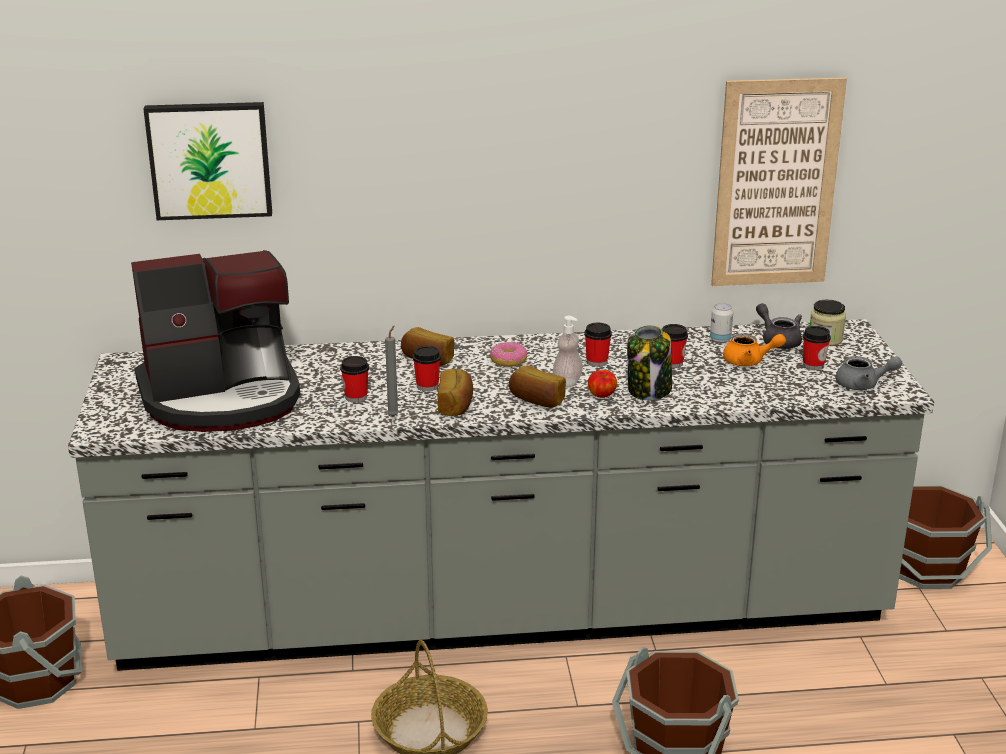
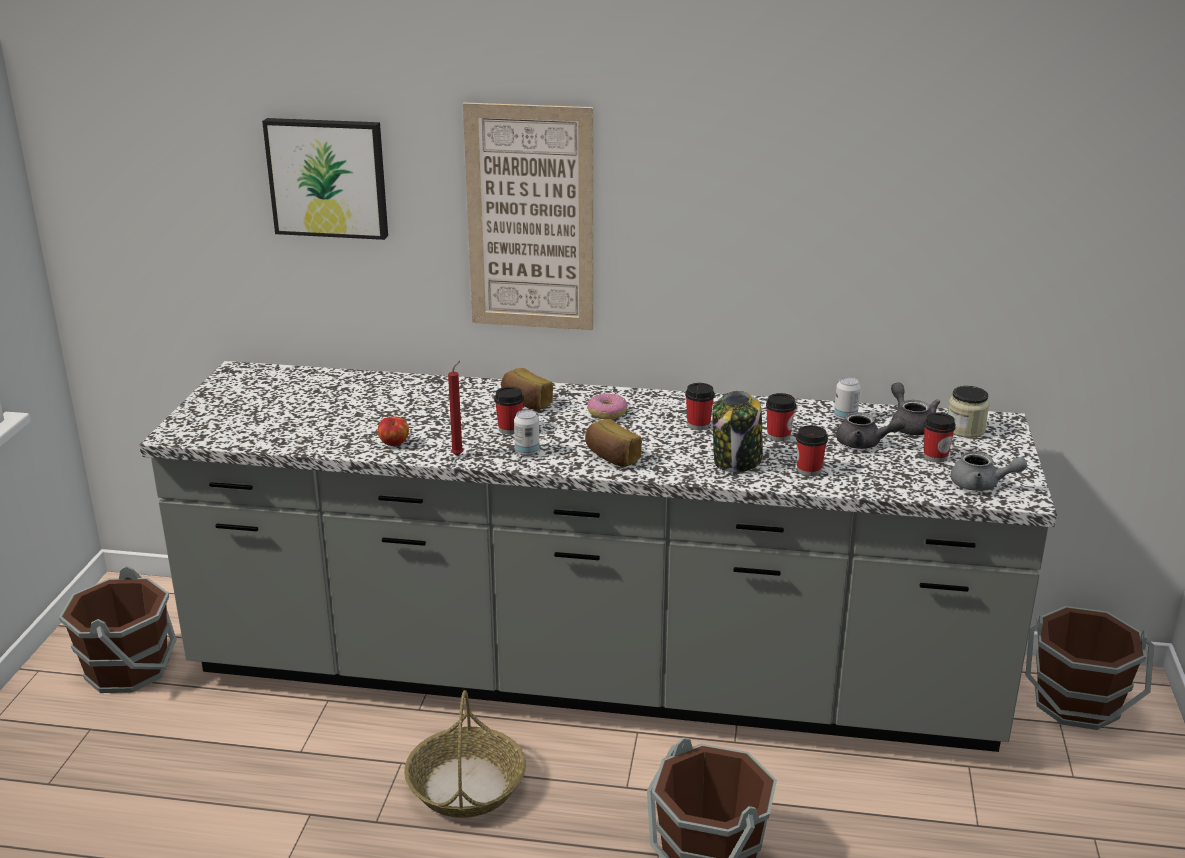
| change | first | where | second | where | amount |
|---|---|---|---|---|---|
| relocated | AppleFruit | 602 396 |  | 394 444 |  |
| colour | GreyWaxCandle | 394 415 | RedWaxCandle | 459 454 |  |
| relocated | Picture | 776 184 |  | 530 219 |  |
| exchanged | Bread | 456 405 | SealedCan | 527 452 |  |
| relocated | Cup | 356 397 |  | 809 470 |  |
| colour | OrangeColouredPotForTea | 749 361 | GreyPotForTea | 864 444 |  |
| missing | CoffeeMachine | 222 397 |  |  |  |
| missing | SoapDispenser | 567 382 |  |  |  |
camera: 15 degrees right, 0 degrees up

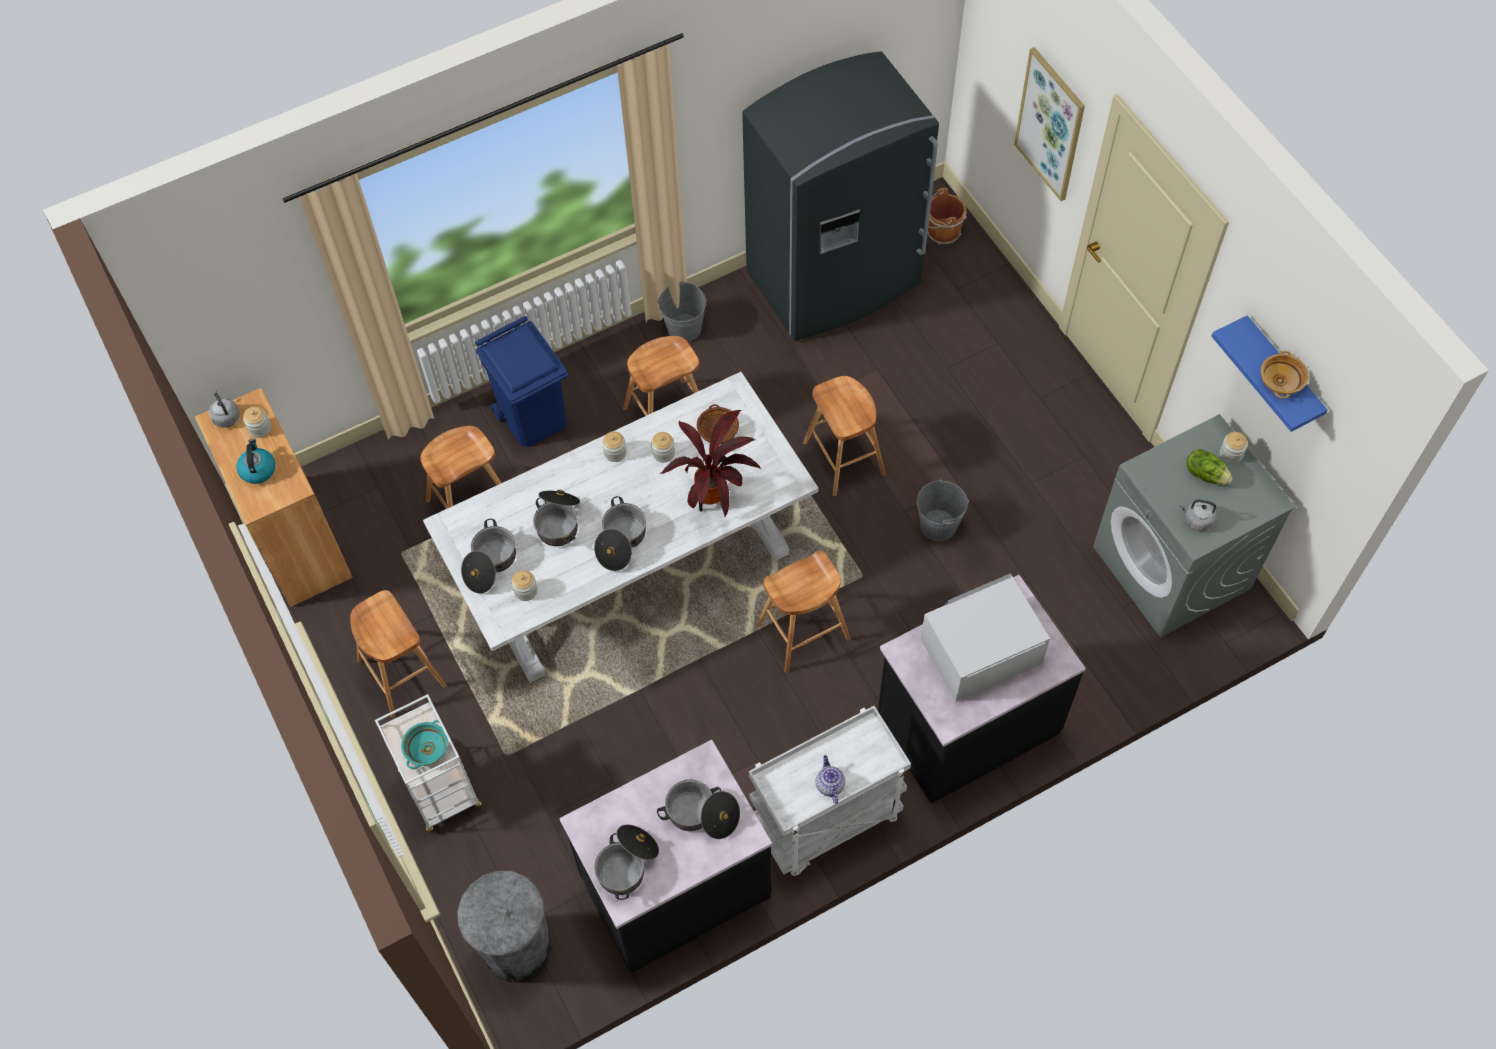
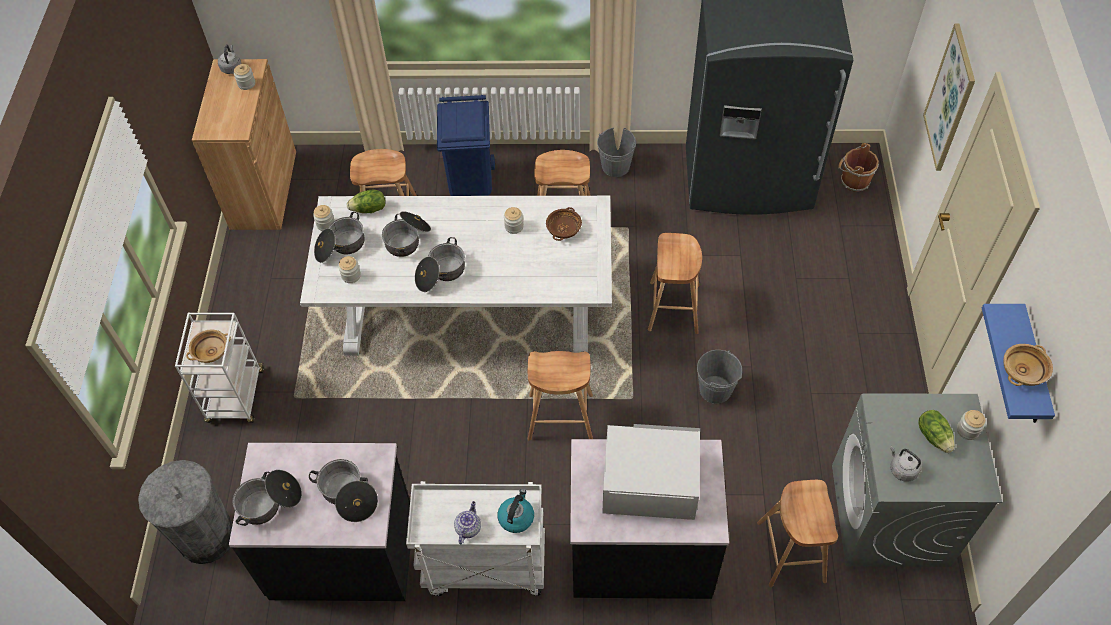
| change | first | where | second | where | amount |
|---|---|---|---|---|---|
| colour | TurquoiseColouredDeepDish | 427 748 | SandColouredDeepDish | 211 351 |  |
| relocated | PreserveJar | 615 453 |  | 325 224 |  |
| appeared |  |  | LettuceHead | 369 209 |  |
| relocated | WaterKettle | 258 469 |  | 516 517 |  |
| relocated | BrownishSittingStool | 402 673 |  | 791 552 |  |
| missing | PottedPlant | 714 500 |  |  |  |
camera: 30 degrees right, 5 degrees down

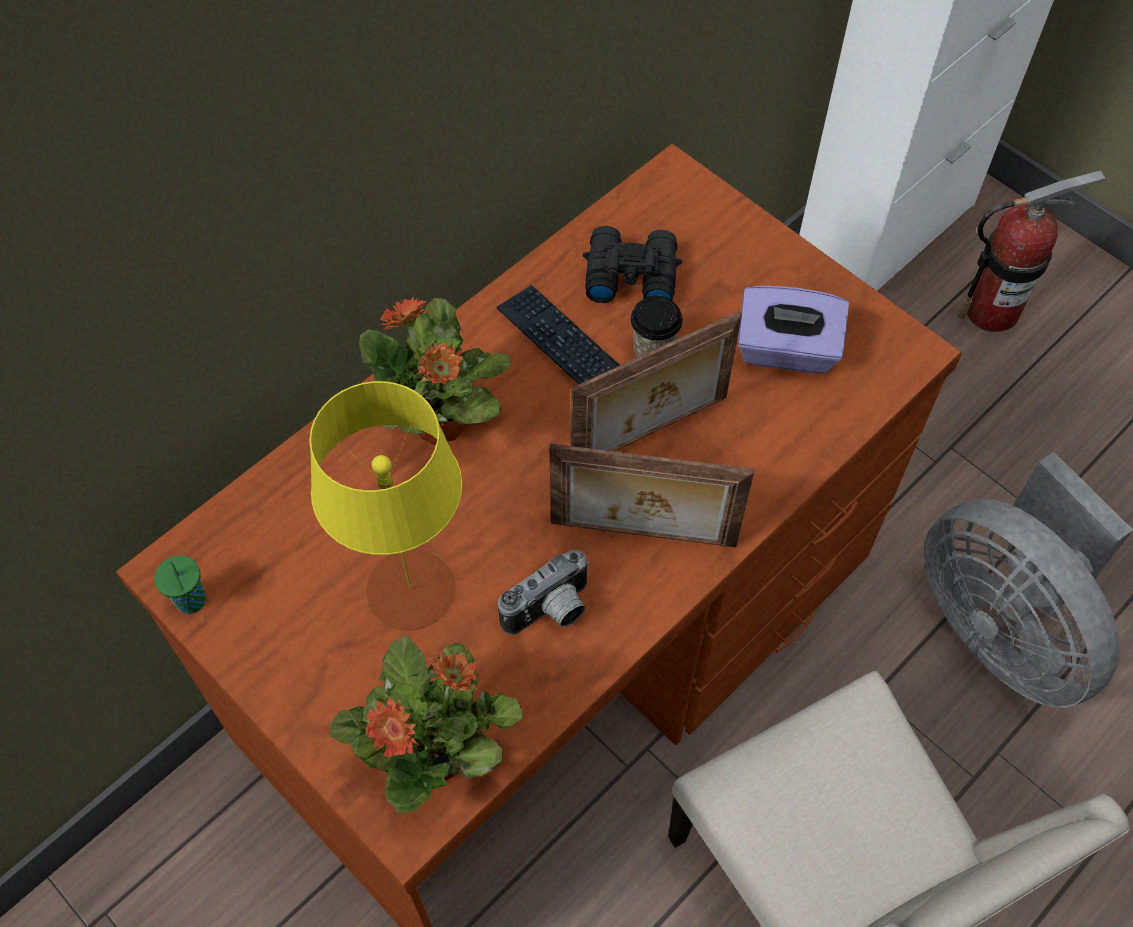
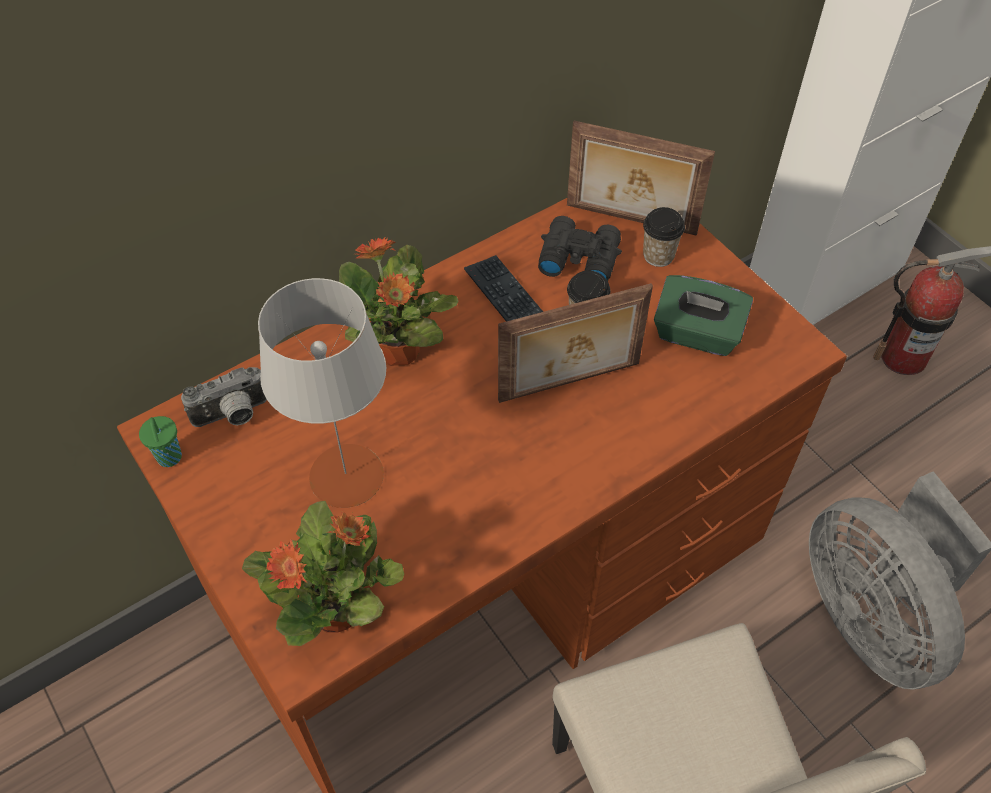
| change | first | where | second | where | amount |
|---|---|---|---|---|---|
| relocated | StillCamera | 551 612 |  | 233 416 |  |
| colour | YellowishTabletopLamp | 410 590 | GreyTabletopLamp | 346 476 |  |
| relocated | PictureFrame | 642 536 |  | 630 221 |  |
| appeared |  |  | Cup | 658 255 |  |
| colour | PurpleColouredTissueBox | 786 351 | GreenTissueBox | 697 334 |  |
camera: 10 degrees right, 5 degrees down

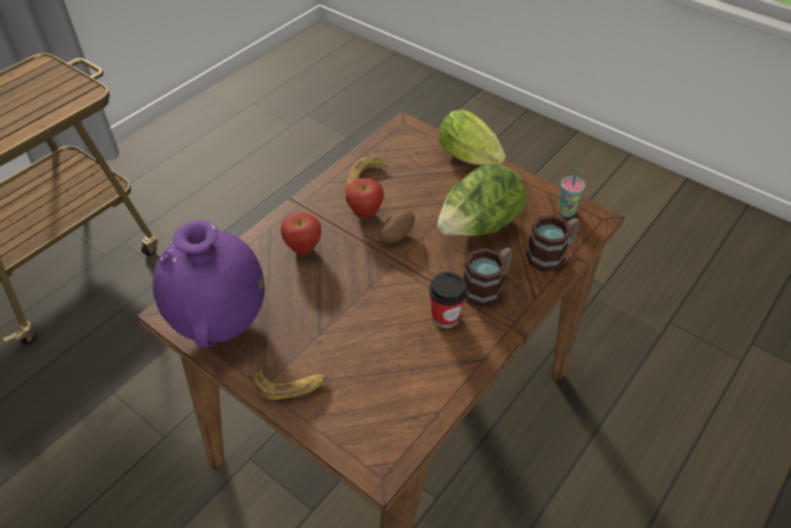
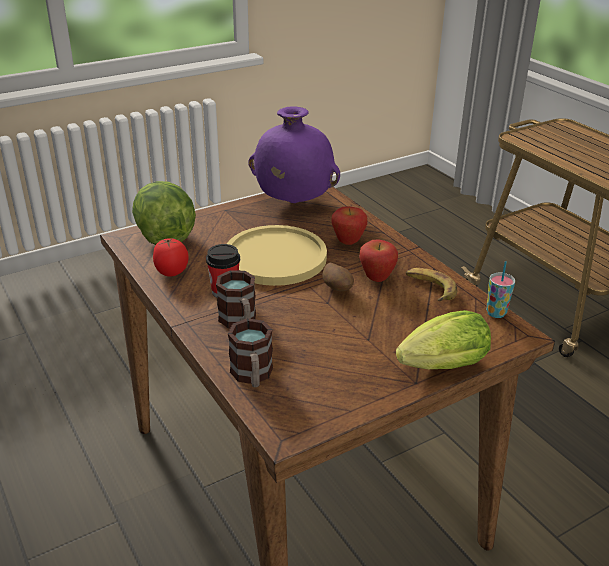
| change | first | where | second | where | amount |
|---|---|---|---|---|---|
| relocated | LettuceHead | 478 228 |  | 164 236 |  |
| appeared |  |  | FreshTomato | 171 273 |  |
| appeared |  |  | YellowishDinnerPlate | 275 257 |  |
| relocated | Cup | 566 211 |  | 496 313 |  |
| missing | Banana | 291 385 |  |  |  |
camera: 110 degrees right, 15 degrees down

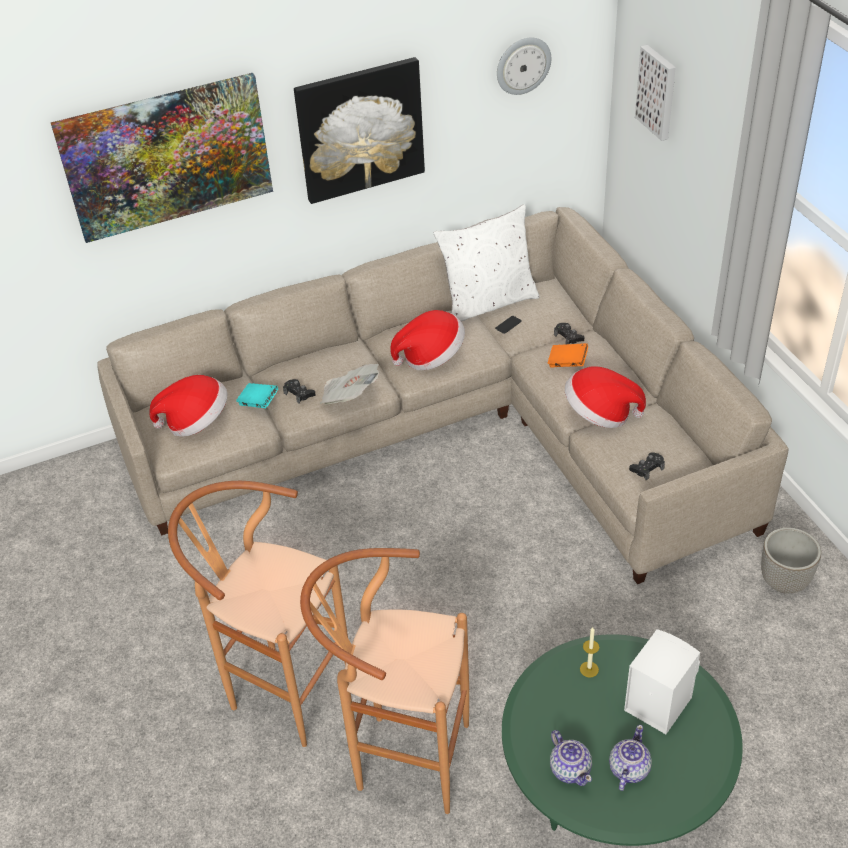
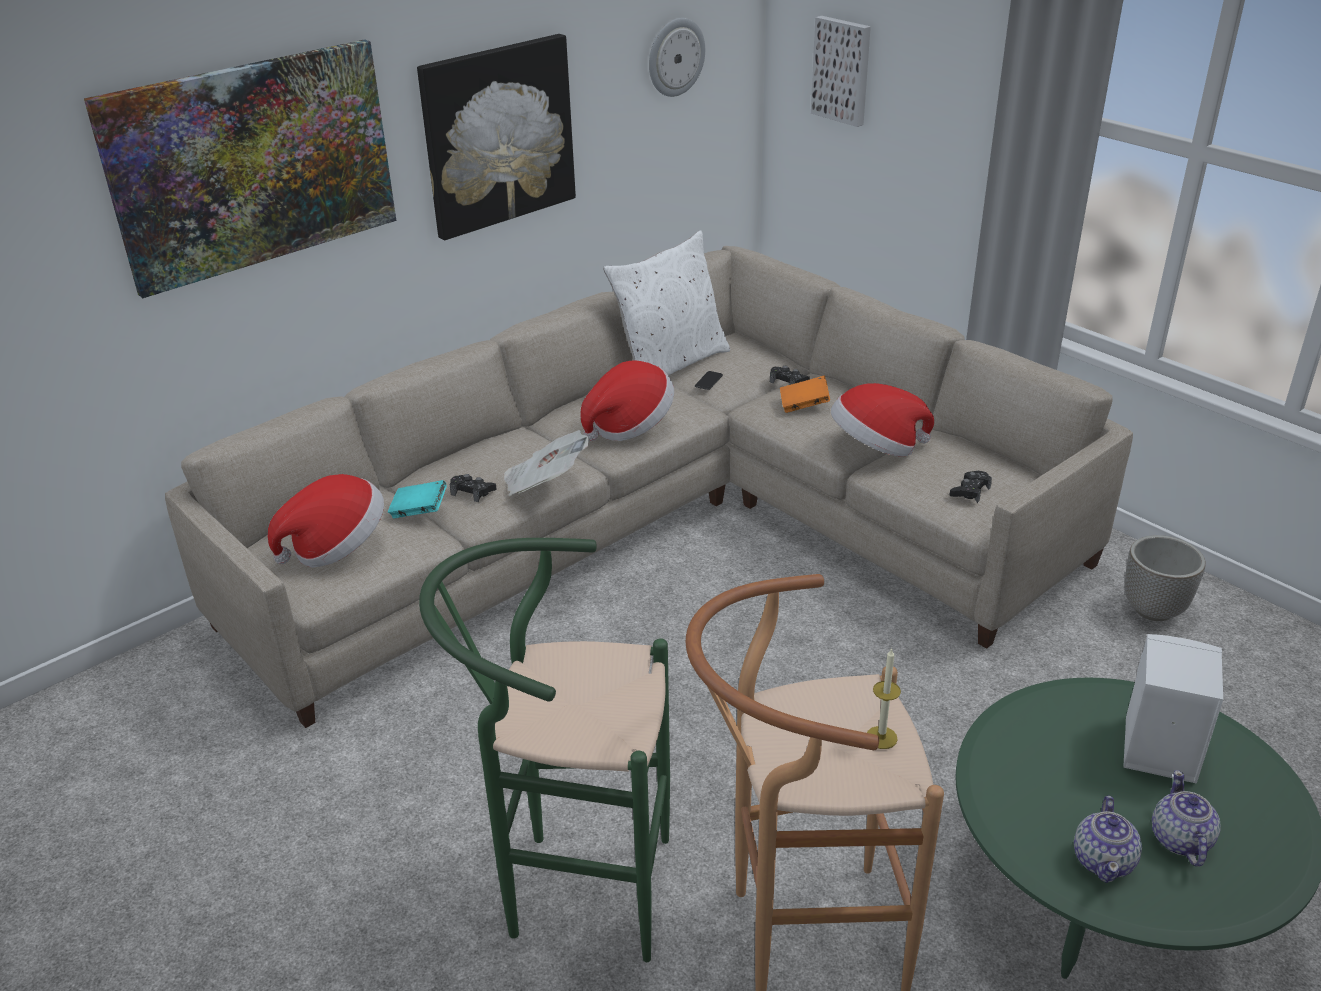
| change | first | where | second | where | amount |
|---|---|---|---|---|---|
| colour | BrownishSittingStool | 279 688 | GreenSittingStool | 573 889 |  |
| relocated | WaxCandle | 589 669 |  | 881 737 |  |
| spun | PotForTea | 570 769 |  | 1104 860 | 60 degrees clockwise |
camera: 20 degrees left, 10 degrees down

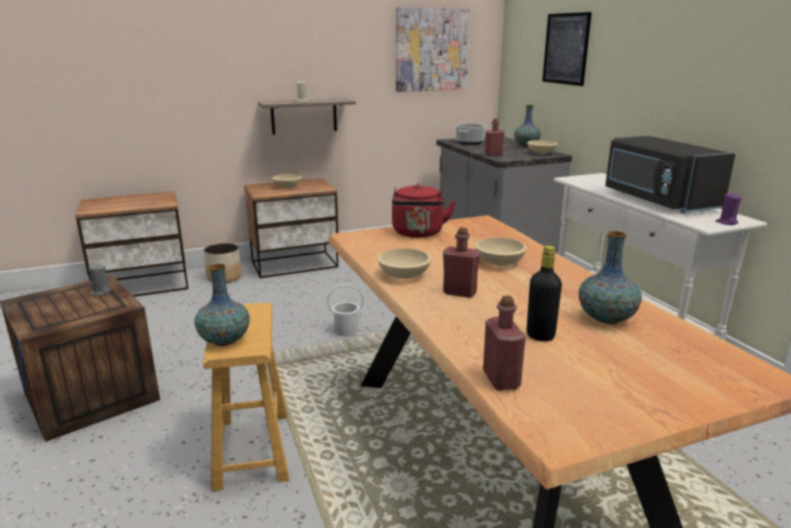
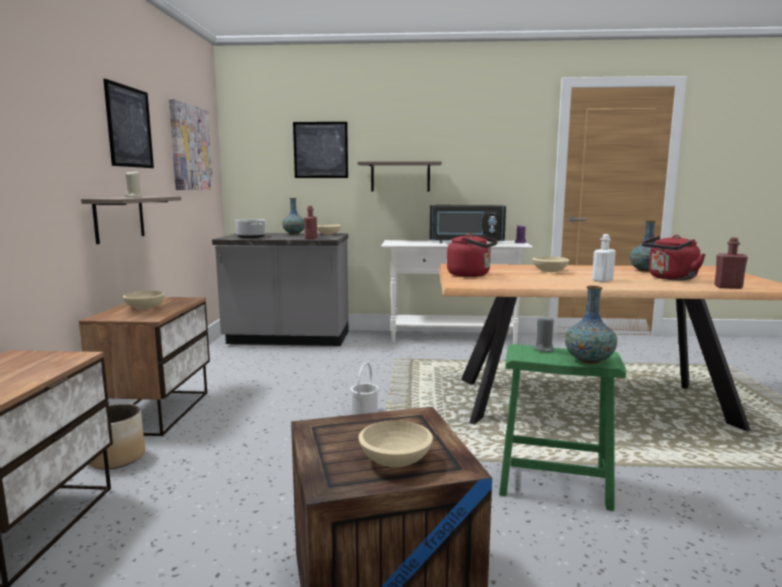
| change | first | where | second | where | amount |
|---|---|---|---|---|---|
| appeared |  |  | Picture | 129 127 |  |
| appeared |  |  | Shelf | 400 177 |  |
| relocated | SandColouredDeepDish | 405 275 |  | 395 460 |  |
| colour | BrownishSittingStool | 252 449 | GreenSittingStool | 554 484 |  |
| relocated | GreyWaxCandle | 101 292 |  | 544 349 |  |
| colour | RedBottle | 459 293 | WhiteBottle | 602 280 |  |
| exchanged | BlackColouredBottle | 540 336 | RedWaterKettle | 670 278 |  |
camera: 65 degrees left, 10 degrees down

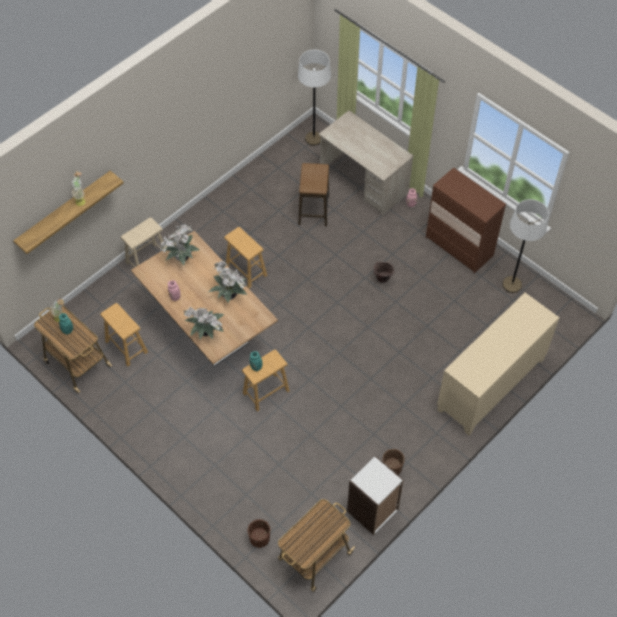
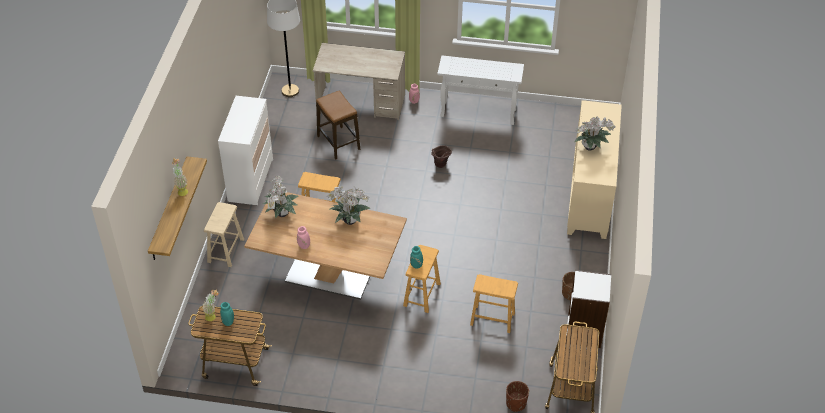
| change | first | where | second | where | amount |
|---|---|---|---|---|---|
| appeared |  |  | WhiteDresser | 251 181 |  |
| exchanged | BrownishDresser | 459 247 | WhiteHallTable | 479 113 |  |
| relocated | BrownishSittingStool | 126 347 |  | 492 319 |  |
| relocated | PottedPlant | 207 333 |  | 591 147 |  |
| missing | WhiteStandingLamp | 512 285 |  |  |  |
camera: 35 degrees left, 10 degrees down

